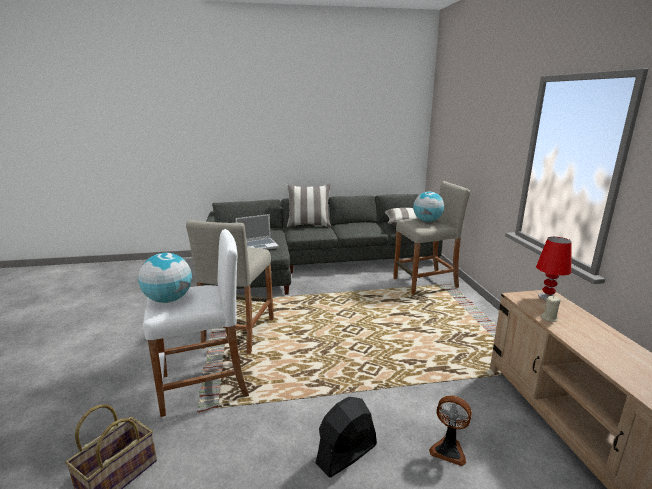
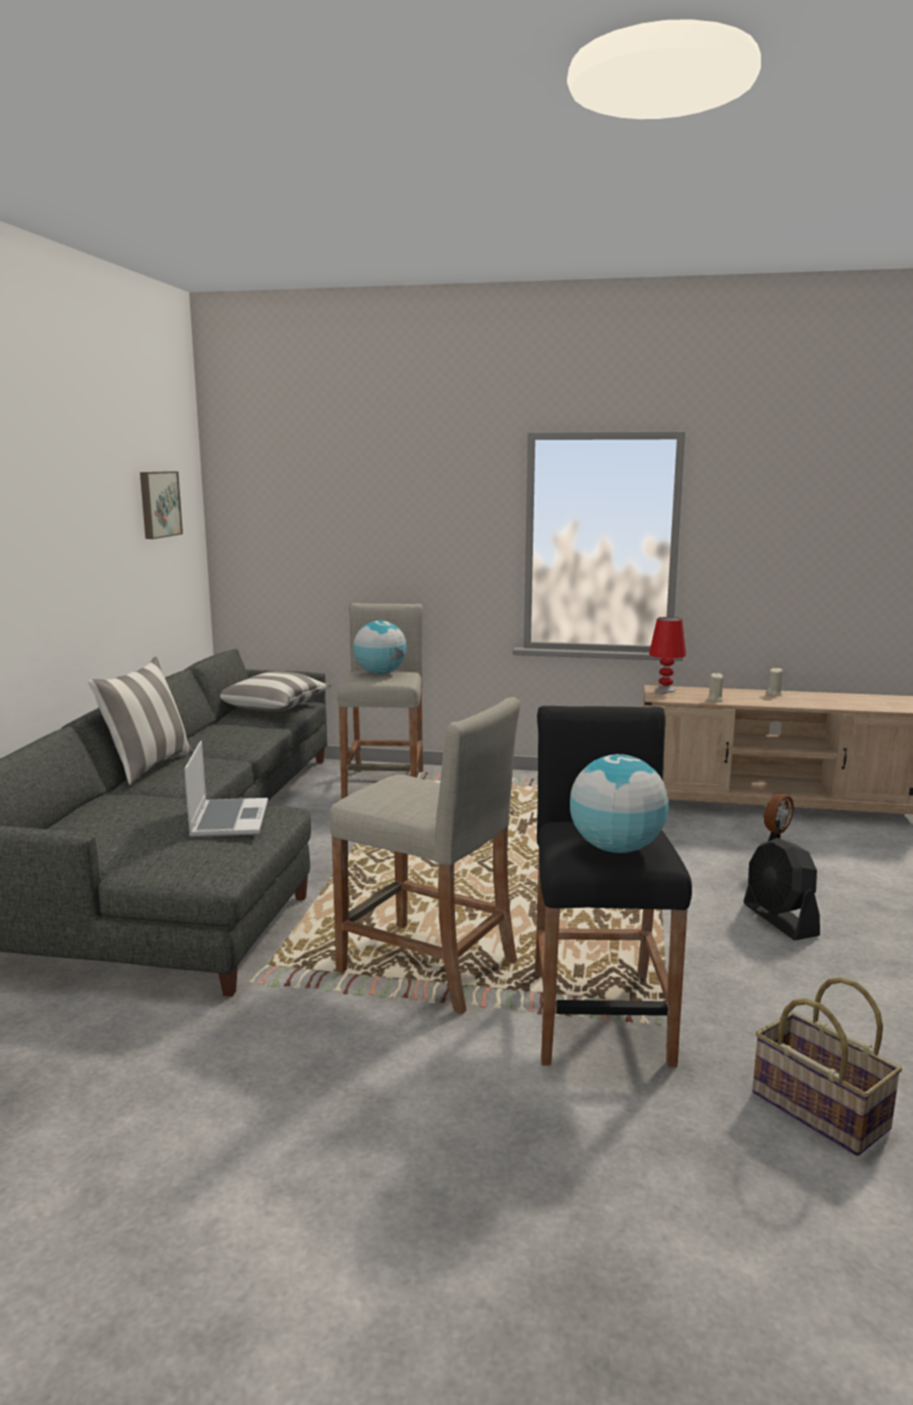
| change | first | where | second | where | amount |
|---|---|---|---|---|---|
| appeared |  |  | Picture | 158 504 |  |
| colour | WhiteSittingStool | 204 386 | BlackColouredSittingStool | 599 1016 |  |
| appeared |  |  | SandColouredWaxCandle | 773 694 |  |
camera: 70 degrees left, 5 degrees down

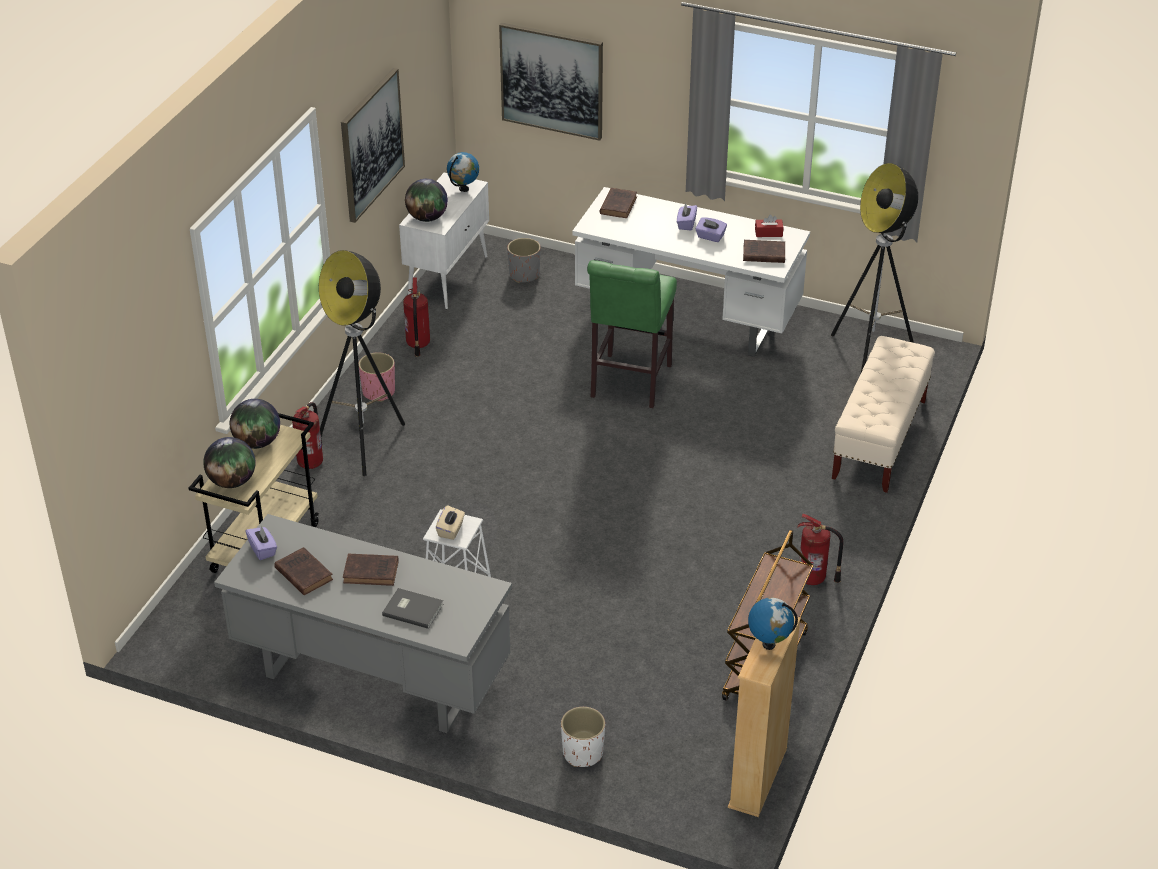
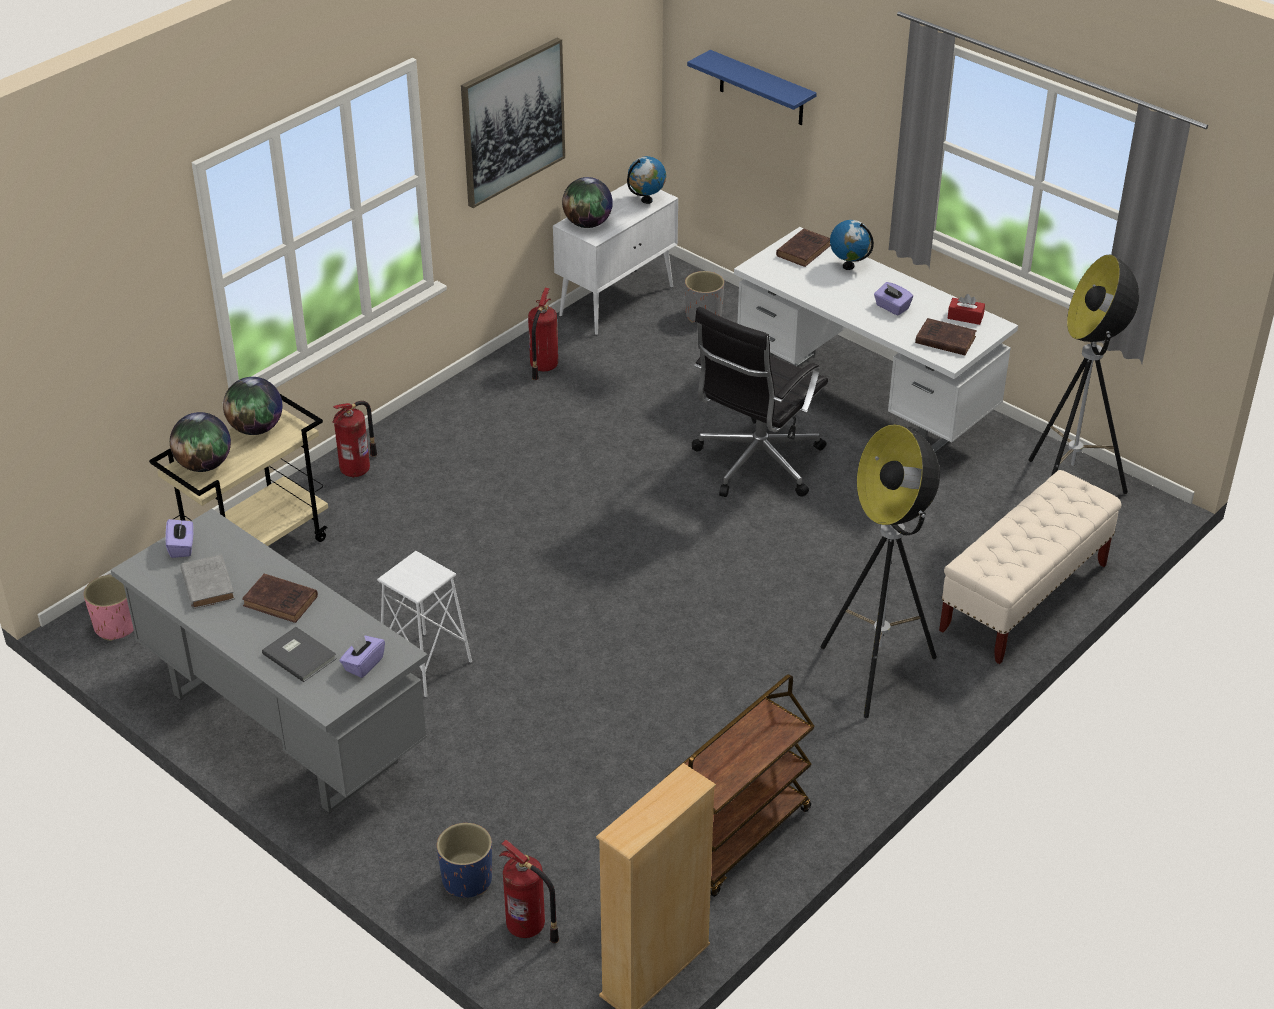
| change | first | where | second | where | amount |
|---|---|---|---|---|---|
| relocated | PinkColouredPlantPot | 378 391 |  | 116 626 |  |
| colour | BrownishBook | 303 573 | GreyBook | 207 584 |  |
| relocated | PurpleColouredTissueBox | 686 224 |  | 363 664 |  |
| colour | WhitePlantPot | 582 753 | BlueColouredPlantPot | 466 880 |  |
| relocated | Extinguisher | 813 578 |  | 528 927 |  |
| exchanged | Picture | 552 80 | BlueColouredShelf | 761 89 |  |
| exchanged | GreenSittingStool | 629 384 | BlackColouredOfficeChair | 755 464 |  |
| relocated | StandingLamp | 365 444 |  | 878 673 |  |
| relocated | DeskGlobe | 769 644 |  | 848 266 |  |
| missing | SandColouredTissueBox | 451 530 |  |  |  |
camera: 20 degrees right, 0 degrees up

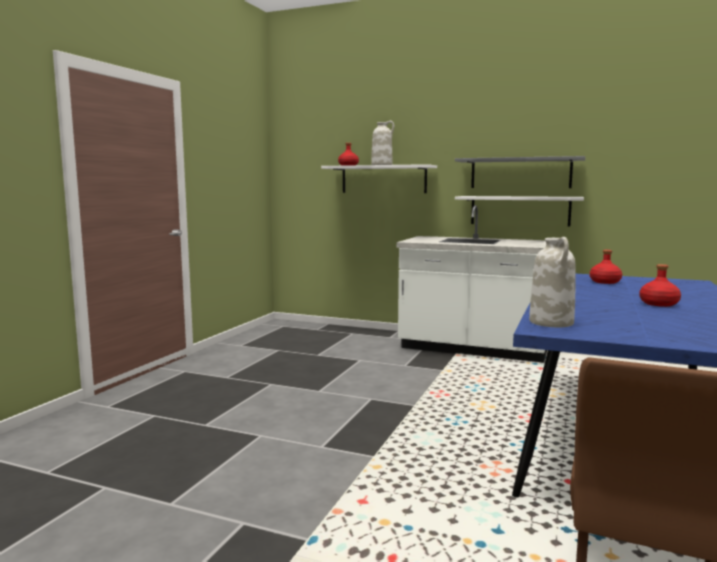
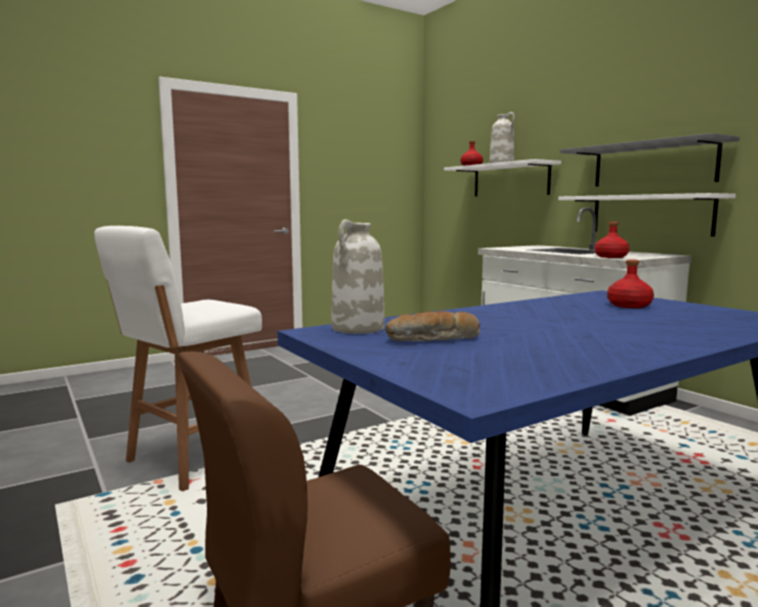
| change | first | where | second | where | amount |
|---|---|---|---|---|---|
| appeared |  |  | WhiteSittingStool | 191 460 |  |
| appeared |  |  | Bread | 434 340 |  |
| relocated | RedBottle | 659 304 |  | 610 257 |  |
camera: 35 degrees right, 0 degrees up

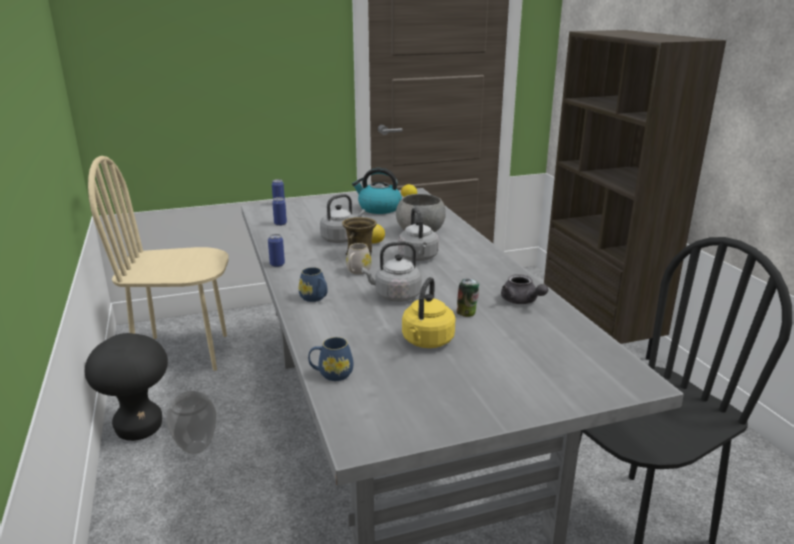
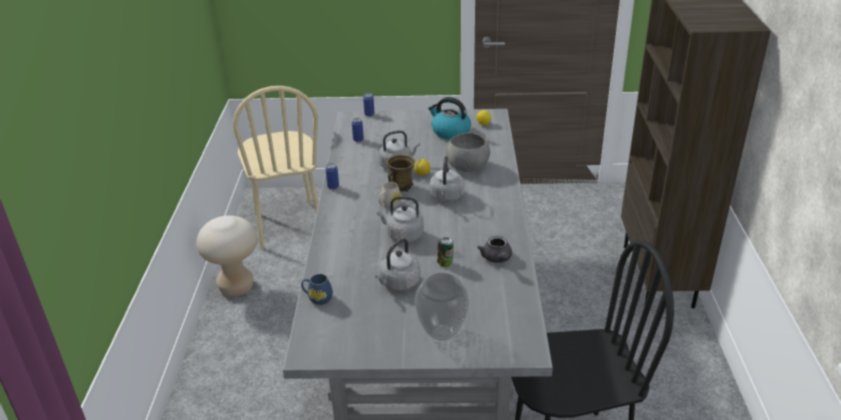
| change | first | where | second | where | amount |
|---|---|---|---|---|---|
| colour | BlackColouredSittingStool | 139 429 | SandColouredSittingStool | 236 287 |  |
| spun | SandColouredPlainChair | 183 353 |  | 288 225 | 120 degrees counterclockwise |
| colour | YellowishWaterKettle | 427 342 | GreyWaterKettle | 398 284 |  |
| relocated | Vase | 195 447 |  | 441 332 |  |
| missing | BlueColouredTeaMug | 315 298 |  |  |  |
camera: 20 degrees right, 10 degrees up

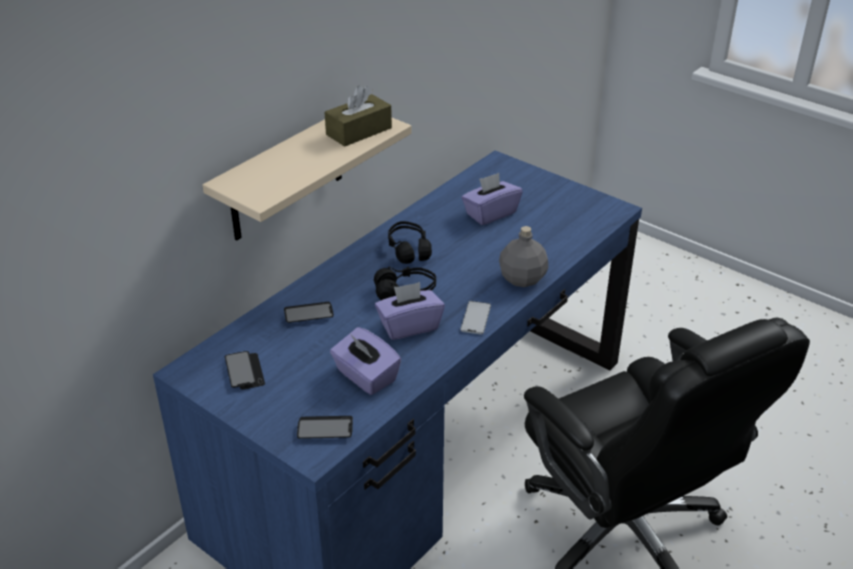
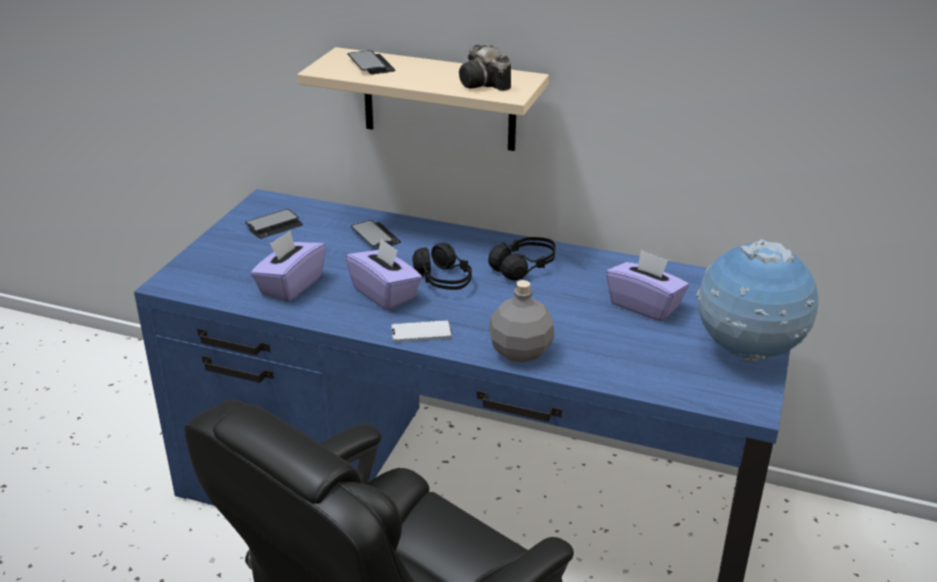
| change | first | where | second | where | amount |
|---|---|---|---|---|---|
| relocated | Telephone | 325 428 |  | 371 64 |  |
| exchanged | BrownishTissueBox | 359 131 | StillCamera | 484 84 |  |
| appeared |  |  | DeskGlobe | 747 353 |  |
camera: 70 degrees right, 5 degrees down

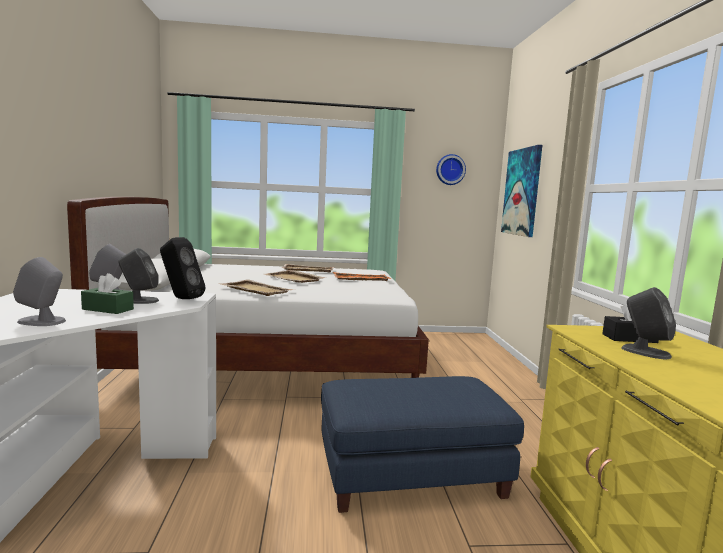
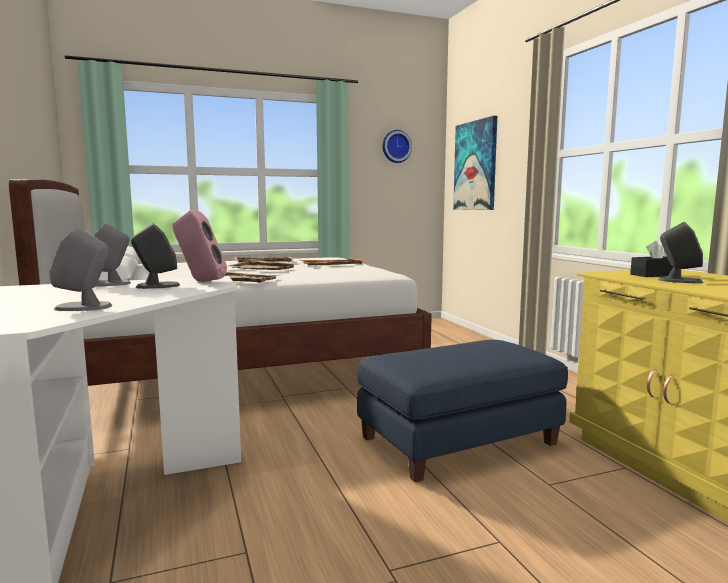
| change | first | where | second | where | amount |
|---|---|---|---|---|---|
| colour | BlackColouredAudioSpeaker | 181 298 | PinkColouredAudioSpeaker | 200 281 |  |
| missing | GreenTissueBox | 108 309 |  |  |  |
camera: 15 degrees left, 0 degrees up

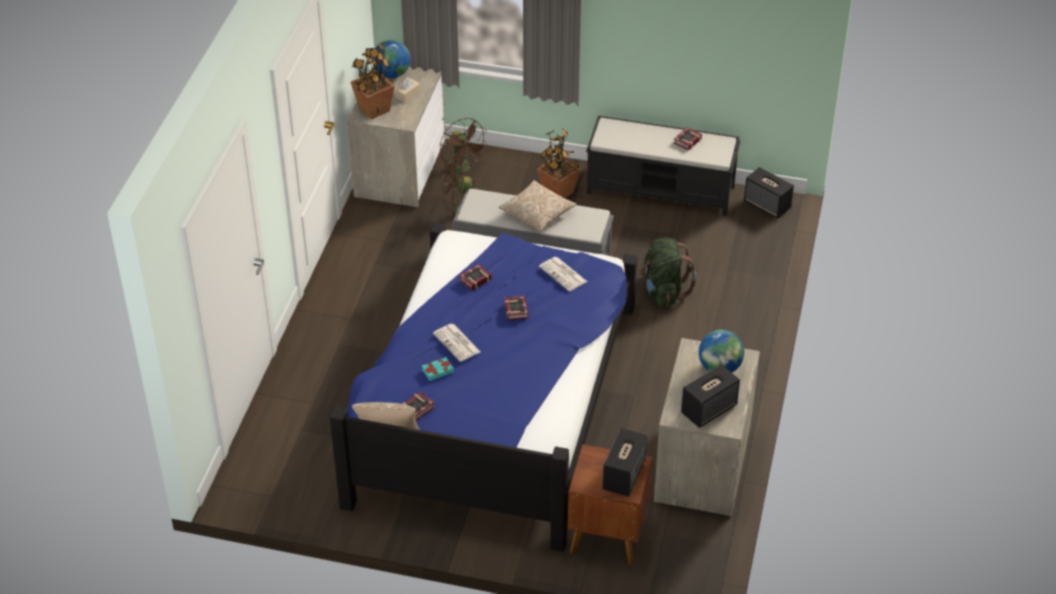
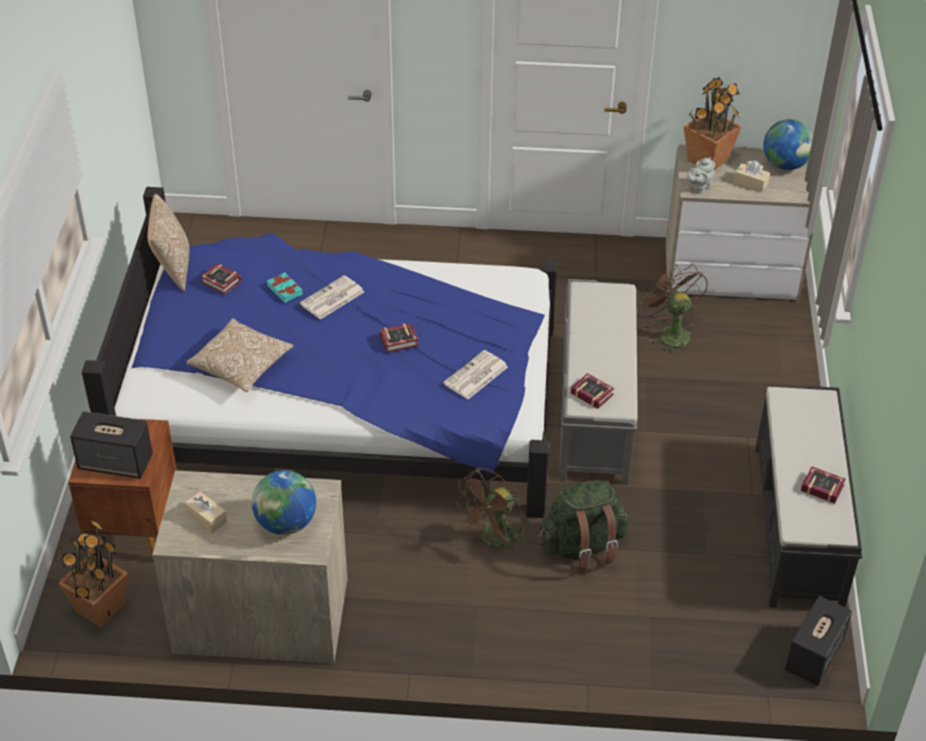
| change | first | where | second | where | amount |
|---|---|---|---|---|---|
| relocated | PottedPlant | 558 193 |  | 99 609 |  |
| exchanged | AudioSpeaker | 709 409 | SandColouredTissueBox | 206 517 |  |
| relocated | ThrowPillow | 537 214 |  | 241 366 |  |
| relocated | BrownishCoolingFan | 463 169 |  | 494 541 |  |
| relocated | Book | 473 280 |  | 591 392 |  |
| appeared |  |  | GreyPotForTea | 698 188 |  |
camera: 80 degrees right, 0 degrees up

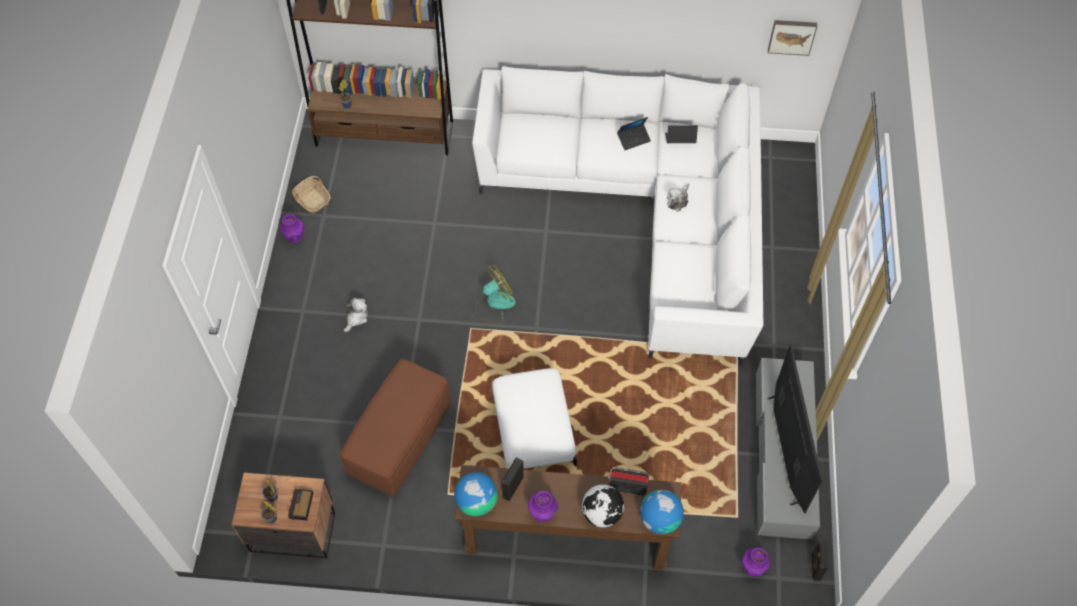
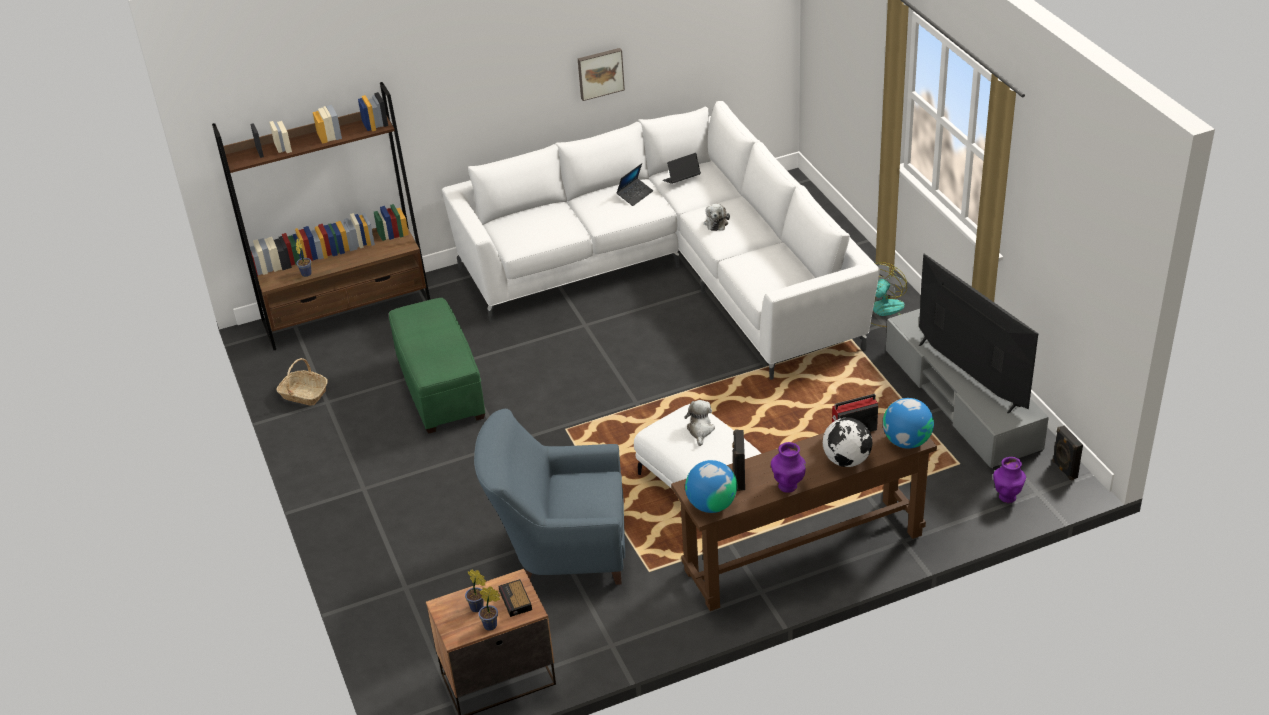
| change | first | where | second | where | amount |
|---|---|---|---|---|---|
| appeared |  |  | GreenPouffe | 440 389 |  |
| exchanged | BrownishPouffe | 400 440 | BlueColouredArmchair | 560 549 |  |
| relocated | Picture | 792 36 |  | 600 73 |  |
| relocated | CuddlyToy | 356 318 |  | 700 430 |  |
| relocated | CoolingFan | 494 304 |  | 884 312 |  |
| missing | PurpleColouredVase | 295 238 |  |  |  |
camera: 25 degrees left, 20 degrees down

